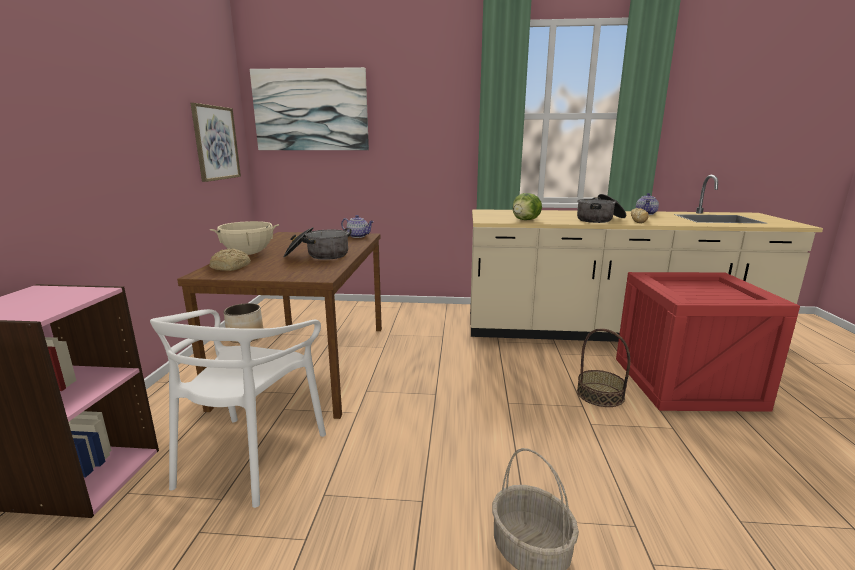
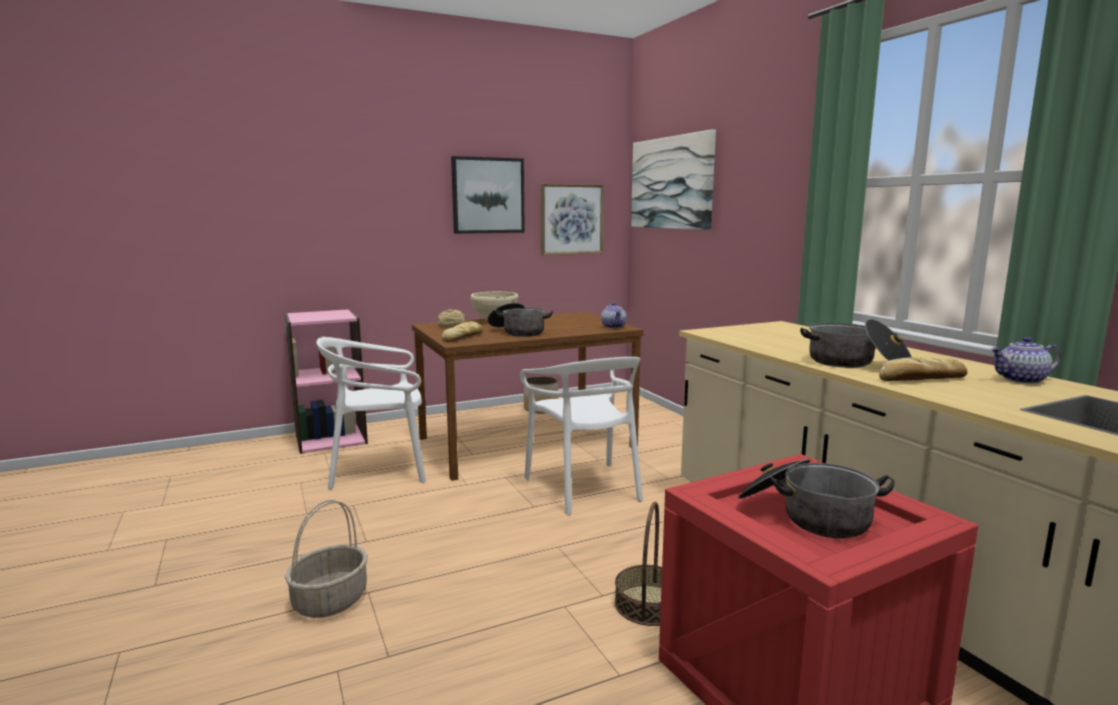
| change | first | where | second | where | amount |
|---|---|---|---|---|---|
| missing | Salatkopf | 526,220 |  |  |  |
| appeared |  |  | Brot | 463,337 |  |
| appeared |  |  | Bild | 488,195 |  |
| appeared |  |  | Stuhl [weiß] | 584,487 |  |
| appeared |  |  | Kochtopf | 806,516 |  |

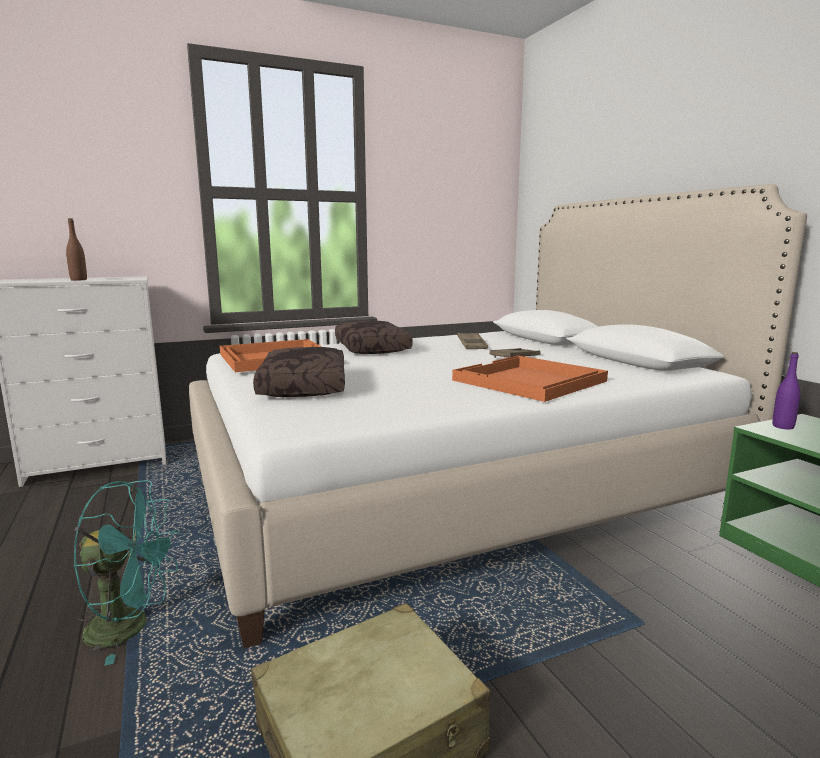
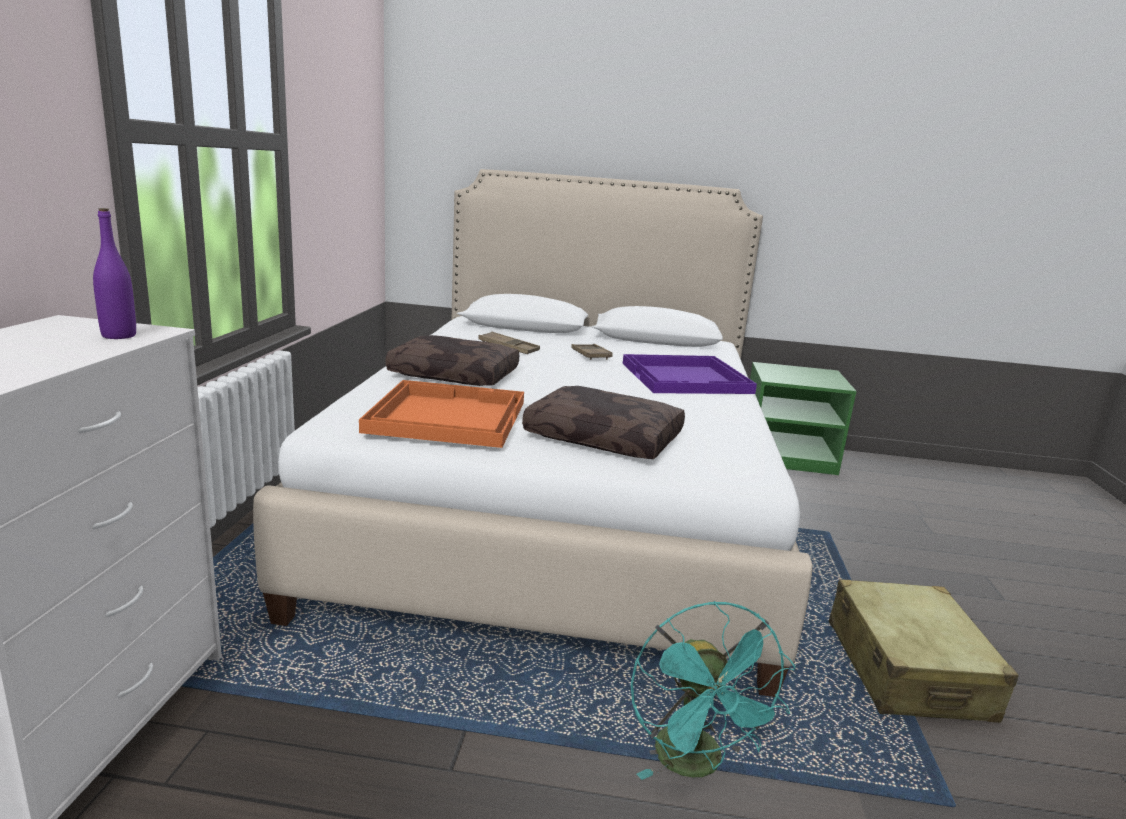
| change | first | where | second | where | amount |
|---|---|---|---|---|---|
| missing | Flasche [braun] | 78,280 |  |  |  |
| relocated | Flasche [lila] | 783,426 |  | 119,336 |  |
| colour | Tablett [orange] | 529,381 | Tablett [lila] | 687,378 |  |
| spun | Ventilator [türkis] | 131,627 |  | 696,765 | 135 degrees clockwise |

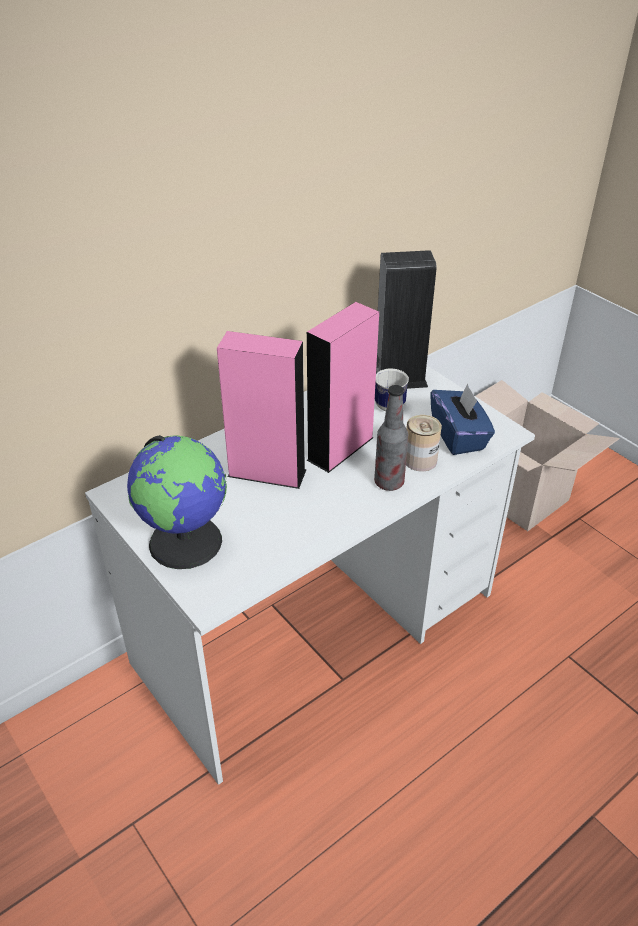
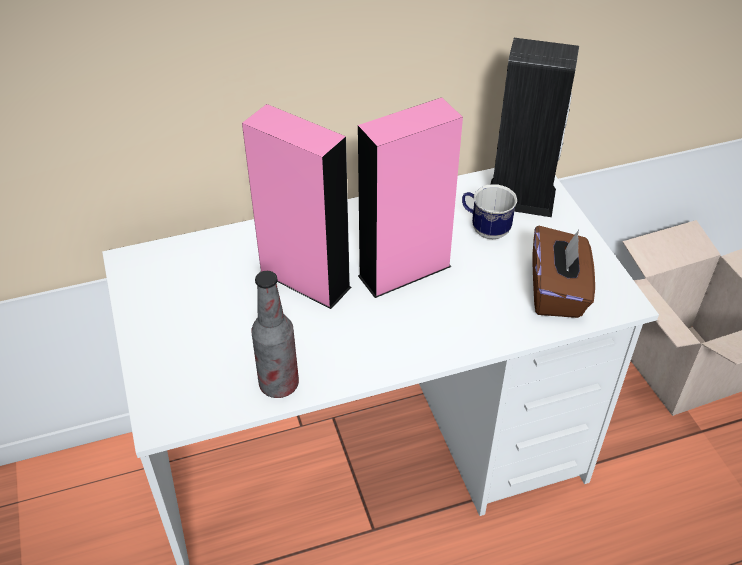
| change | first | where | second | where | amount |
|---|---|---|---|---|---|
| missing | Globus | 186,541 |  |  |  |
| missing | Dose | 420,460 |  |  |  |
| relocated | Flasche | 389,482 |  | 279,384 |  |
| colour | Taschentuchbox [blau] | 459,436 | Taschentuchbox [braun] | 557,291 |  |

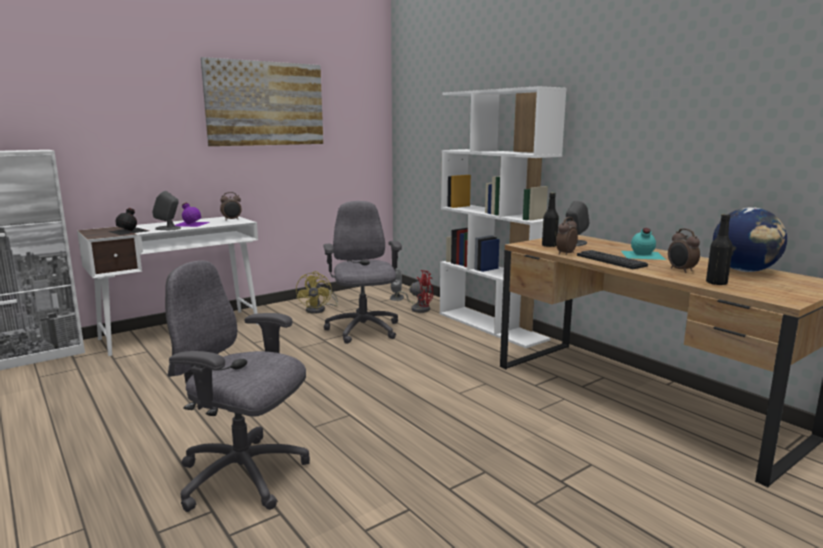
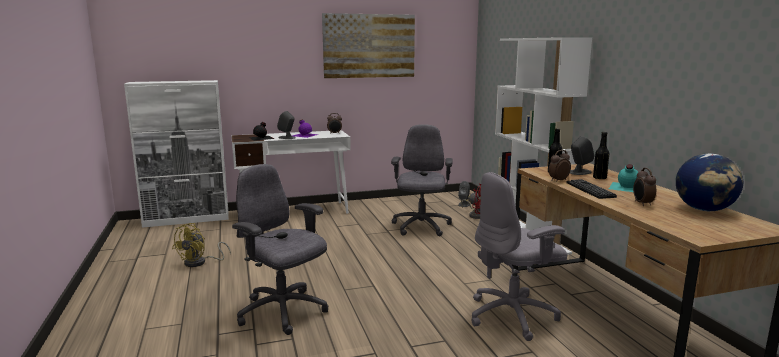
| change | first | where | second | where | amount |
|---|---|---|---|---|---|
| appeared |  |  | Bürostuhl [grau] | 513,316 |  |
| relocated | Ventilator [gelb] | 319,310 |  | 200,262 |  |
| relocated | Flasche [schwarz] | 716,283 |  | 599,178 |  |

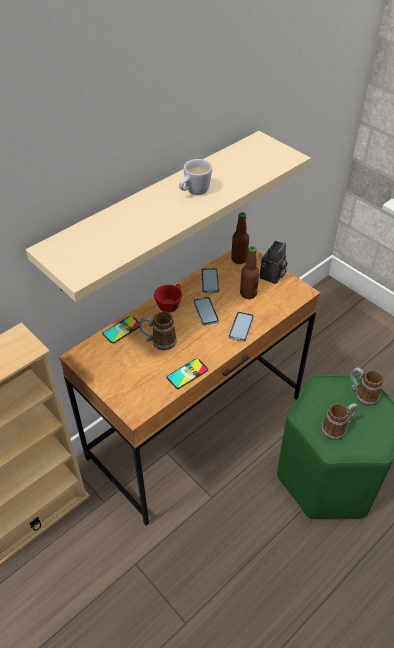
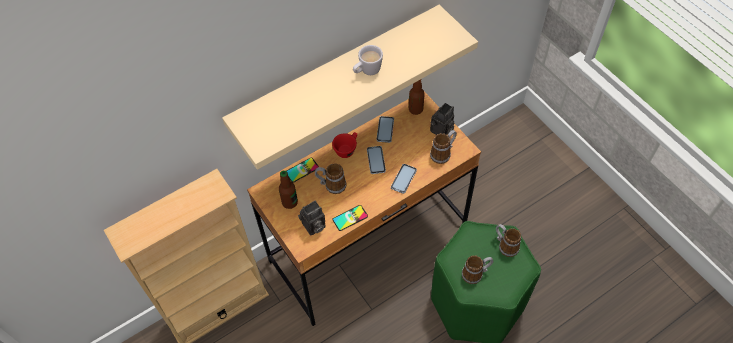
| change | first | where | second | where | amount |
|---|---|---|---|---|---|
| appeared |  |  | Kamera | 313,227 |  |
| appeared |  |  | Henkelbecher | 443,153 |  |
| relocated | Flasche | 248,294 |  | 289,202 |  |

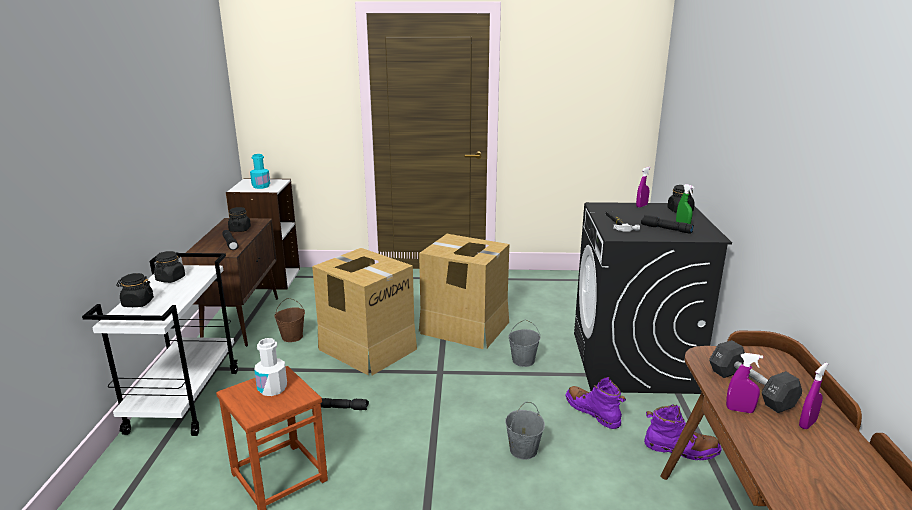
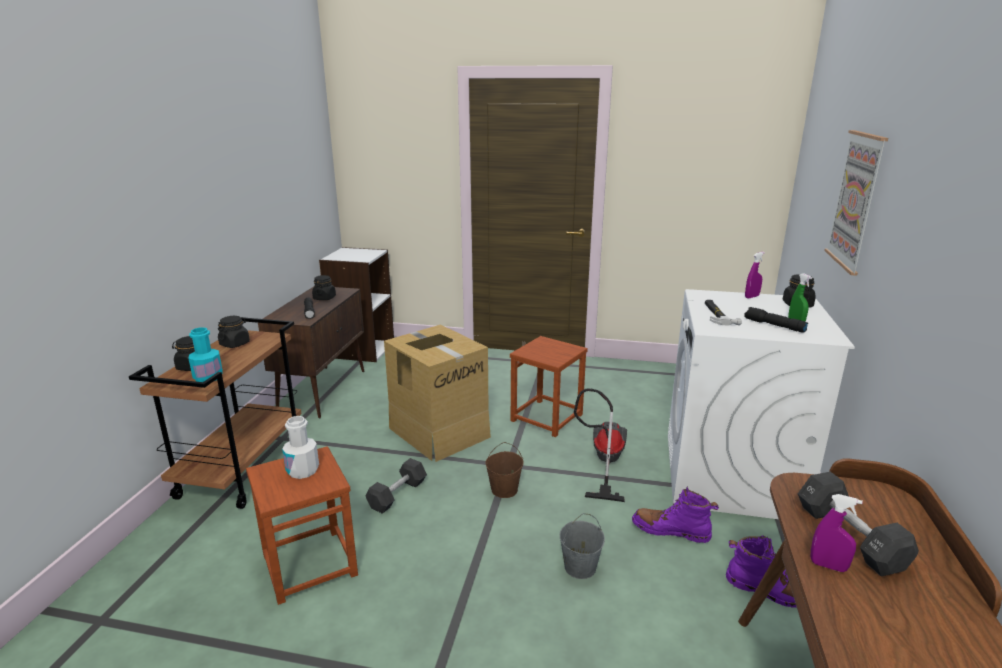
| change | first | where | second | where | amount |
|---|---|---|---|---|---|
| missing | Sprühflasche [lila] | 807,424 |  |  |  |
| appeared |  |  | Bild | 856,200 |  |
| relocated | Flasche [türkis] | 261,186 |  | 208,377 |  |
| relocated | Eimer [braun] | 292,337 |  | 504,489 |  |
| exchanged | Taschenlampe [schwarz] | 344,408 | Hantel [schwarz] | 397,495 |  |
| exchanged | Karton | 464,327 | Hocker [braun] | 547,418 |  |
| exchanged | Eimer [grau] | 523,360 | Staubsauger | 603,461 |  |
| colour | Rollwagen [weiß] | 184,400 | Rollwagen [braun] | 242,469 |  |
| colour | Waschmaschine [schwarz] | 633,362 | Waschmaschine [weiß] | 730,476 |  |
| spun | Stiefel [lila] | 592,412 |  | 671,531 | 45 degrees counterclockwise |

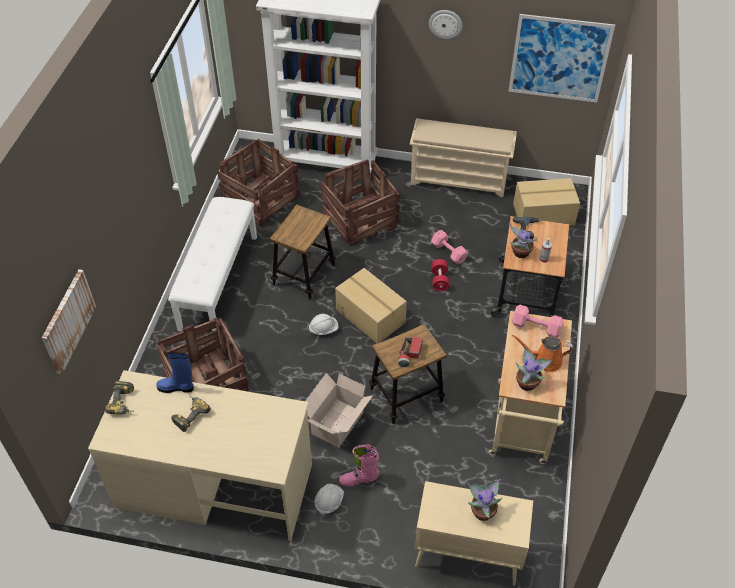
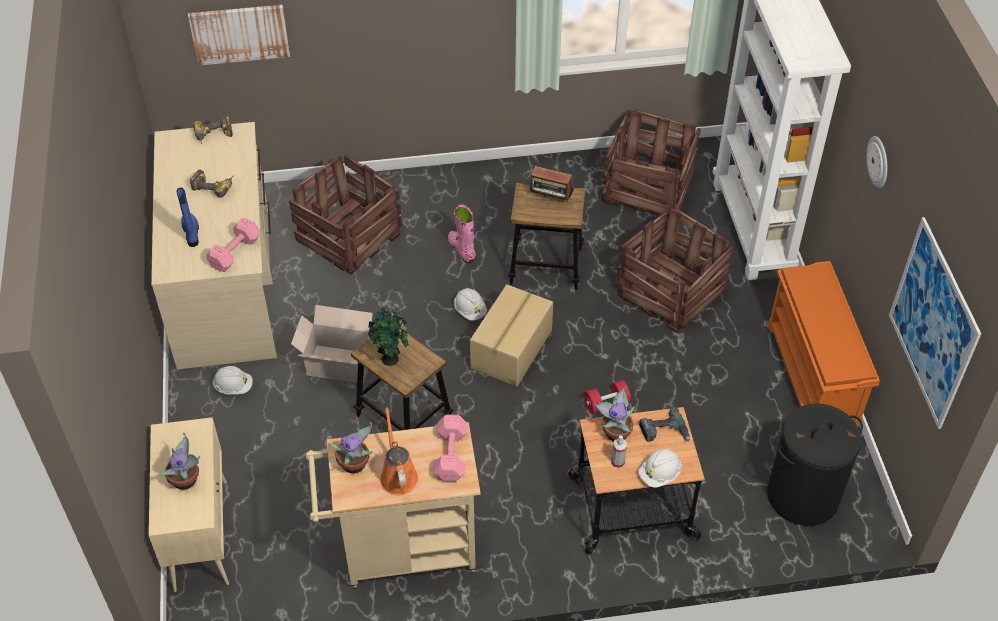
| change | first | where | second | where | amount |
|---|---|---|---|---|---|
| missing | Bank [weiß] | 218,281 |  |  |  |
| appeared |  |  | Radio | 551,200 |  |
| appeared |  |  | Schutzhelm [weiß] | 659,474 |  |
| relocated | Stiefel [blau] | 177,387 |  | 191,233 |  |
| relocated | Stiefel [rosa] | 359,479 |  | 462,250 |  |
| relocated | Hantel [rosa] | 449,253 |  | 234,253 |  |
| exchanged | Taschenlampe | 409,355 | Topfpflanze | 391,360 |  |
| exchanged | Karton | 543,214 | Wäschekorb [schwarz] | 803,495 |  |
| colour | Schuhregal [beige] | 459,179 | Schuhregal [orange] | 812,378 |  |

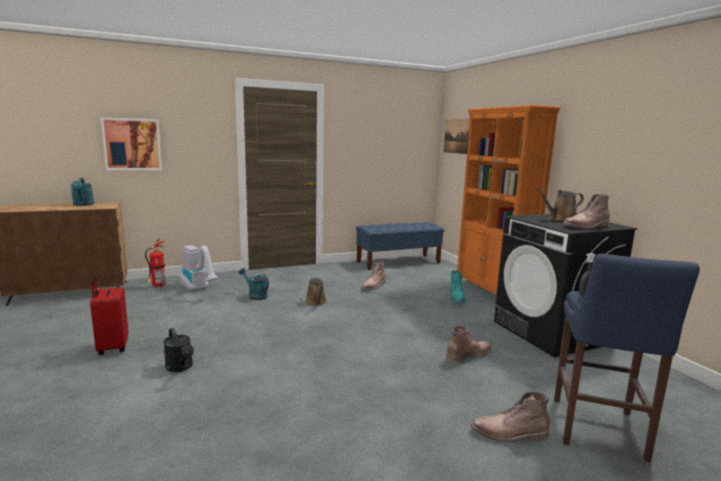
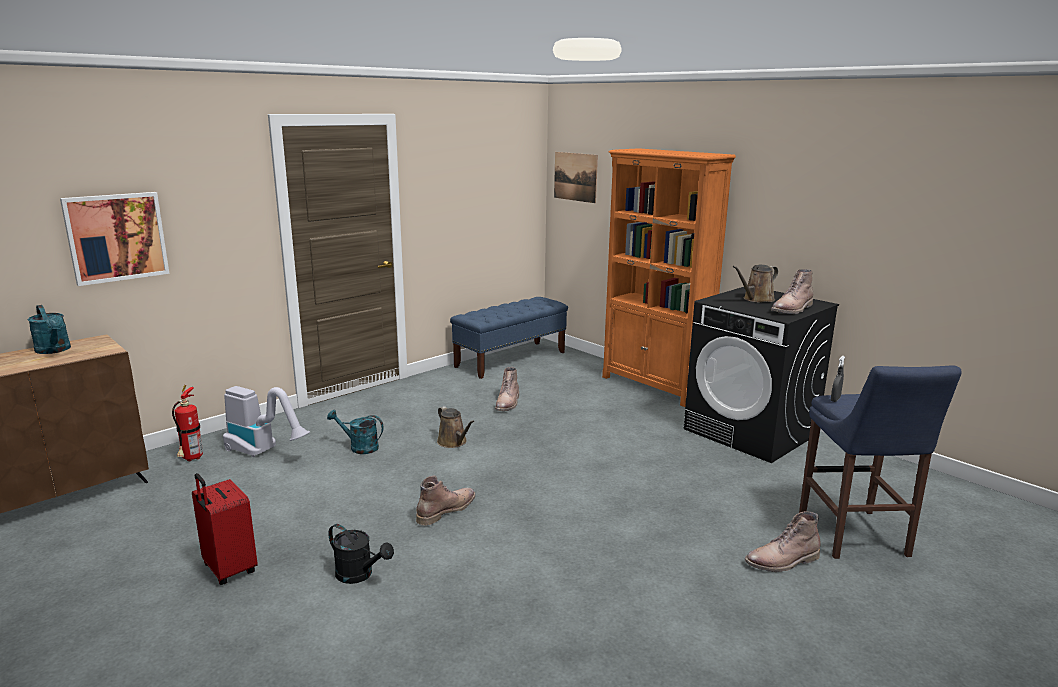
| change | first | where | second | where | amount |
|---|---|---|---|---|---|
| missing | Stiefel [türkis] | 457,298 |  |  |  |
| relocated | Stiefel [braun] | 468,354 |  | 446,510 |  |

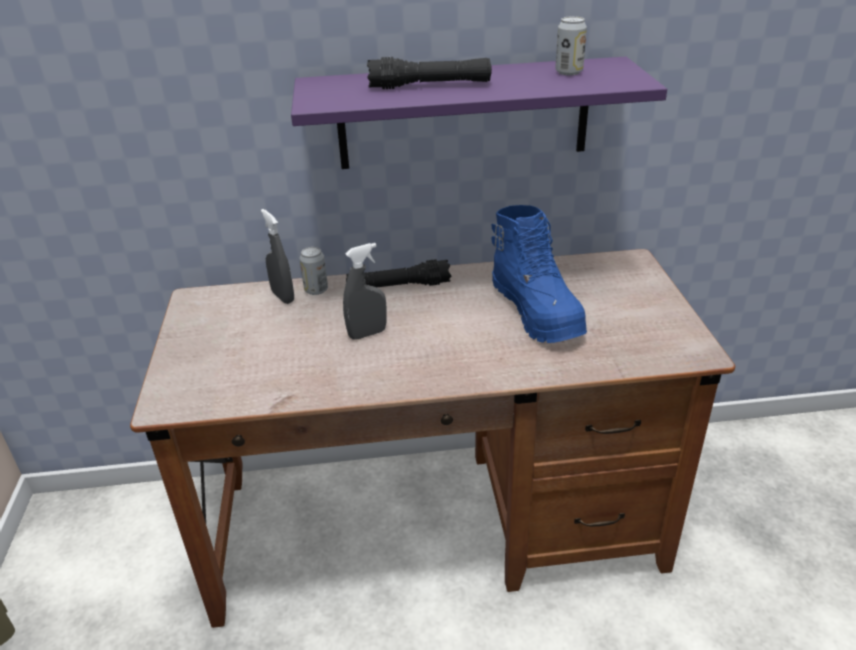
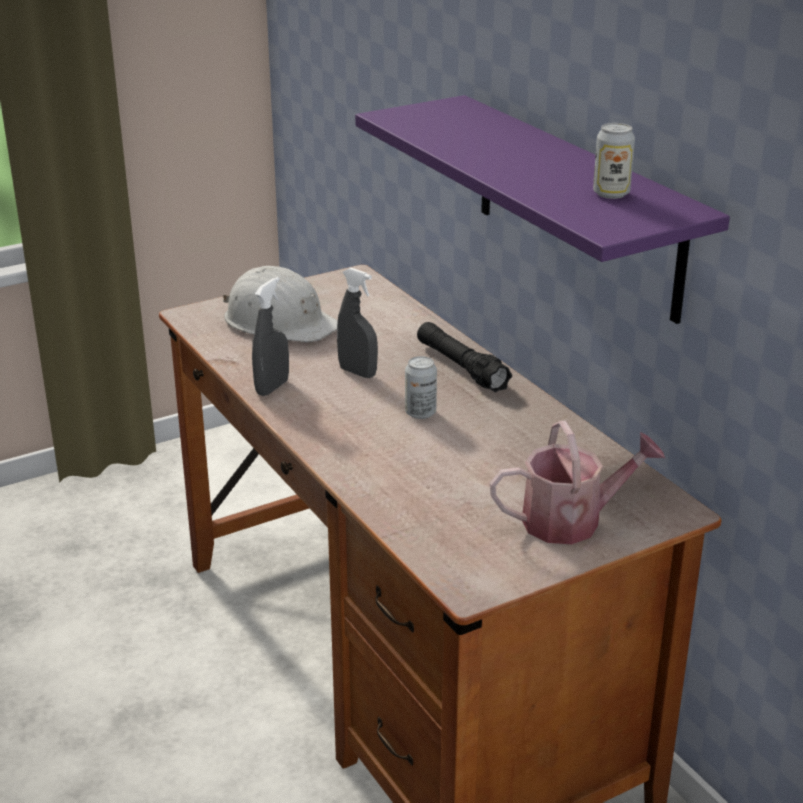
| change | first | where | second | where | amount |
|---|---|---|---|---|---|
| missing | Taschenlampe [schwarz] | 430,85 |  |  |  |
| missing | Stiefel [blau] | 537,312 |  |  |  |
| appeared |  |  | Schutzhelm [weiß] | 280,322 |  |
| appeared |  |  | Gießkanne | 572,520 |  |
| relocated | Sprühflasche [grau] | 283,296 |  | 272,387 |  |
| relocated | Dose | 316,290 |  | 420,413 |  |

